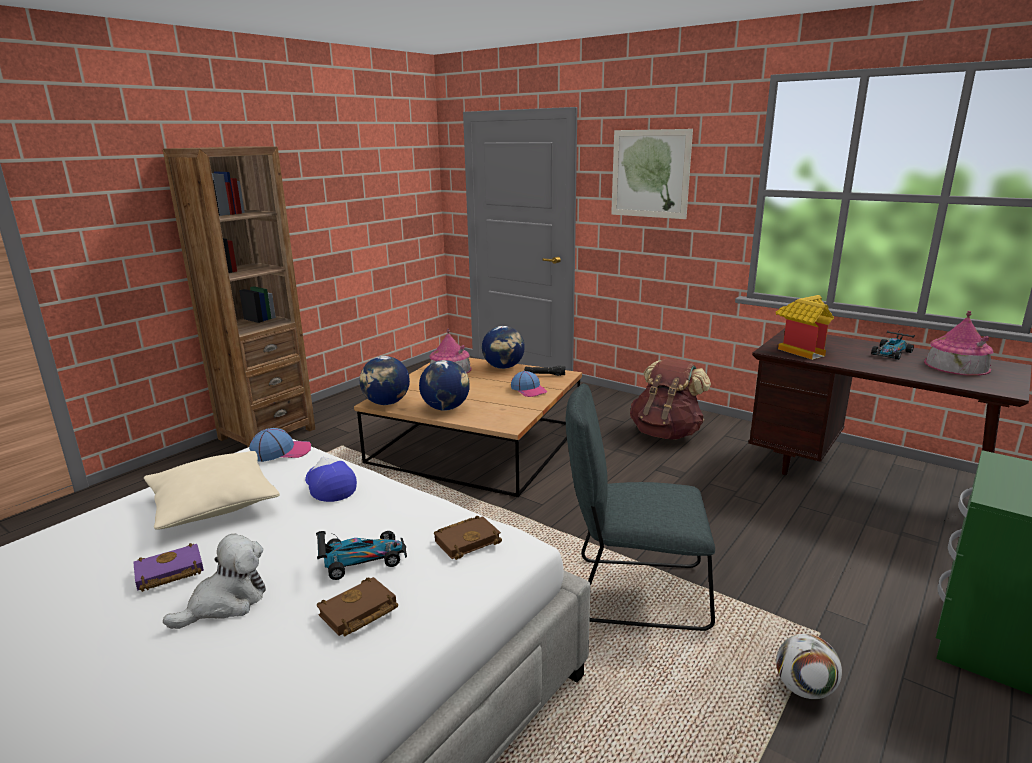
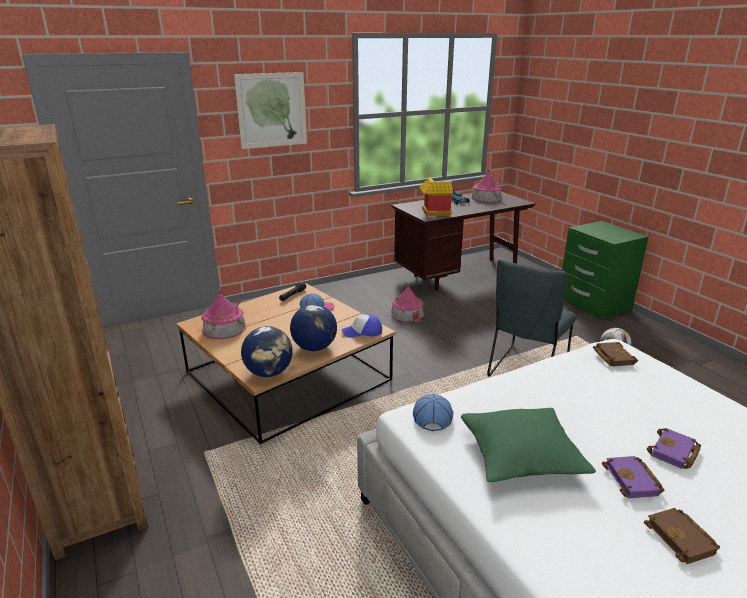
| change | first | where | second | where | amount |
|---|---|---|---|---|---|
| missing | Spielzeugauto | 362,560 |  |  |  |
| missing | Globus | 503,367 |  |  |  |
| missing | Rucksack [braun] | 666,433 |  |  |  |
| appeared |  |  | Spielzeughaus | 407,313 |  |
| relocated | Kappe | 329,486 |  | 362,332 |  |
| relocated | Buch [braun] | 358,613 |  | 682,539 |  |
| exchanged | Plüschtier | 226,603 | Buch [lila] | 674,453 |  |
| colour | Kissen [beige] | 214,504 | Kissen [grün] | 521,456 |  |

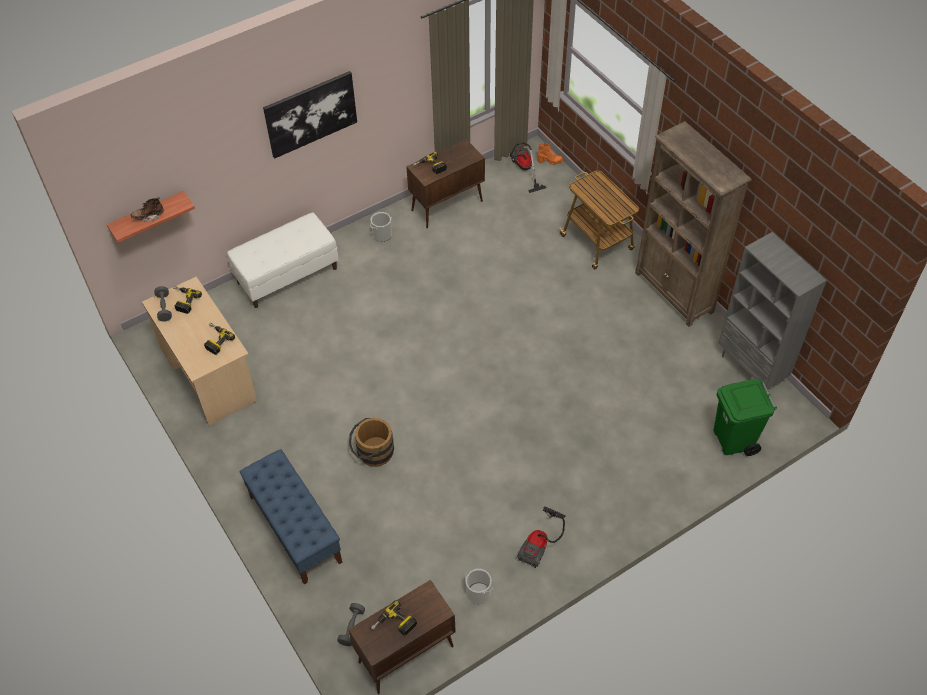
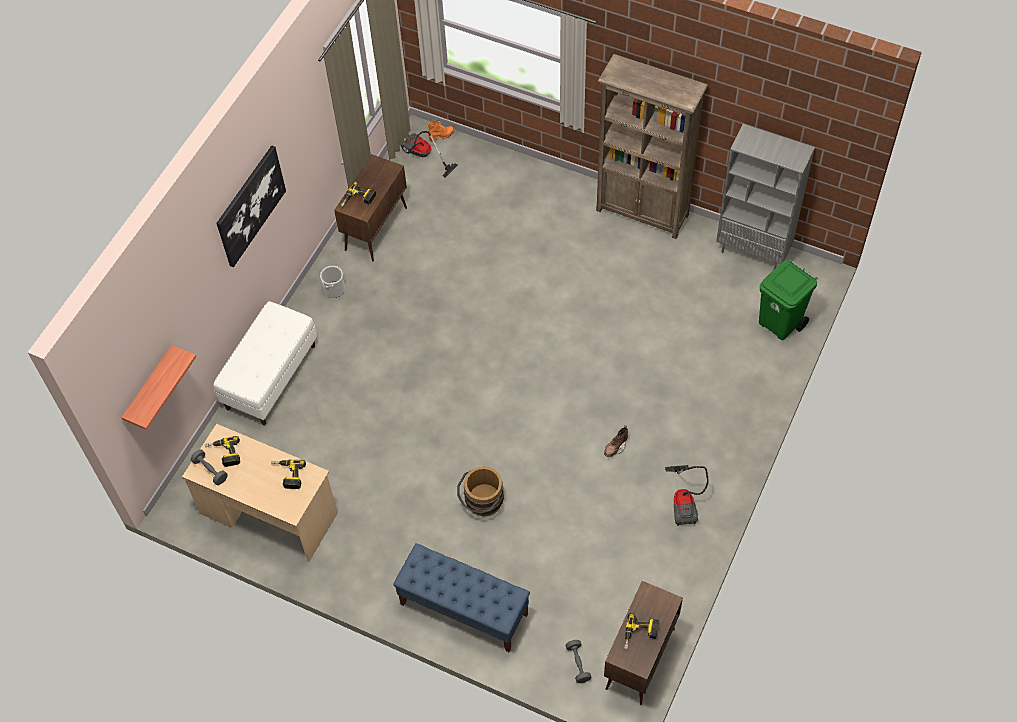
| change | first | where | second | where | amount |
|---|---|---|---|---|---|
| missing | Eimer | 478,593 |  |  |  |
| missing | Rollwagen | 597,243 |  |  |  |
| relocated | Stiefel [braun] | 148,216 |  | 615,447 |  |

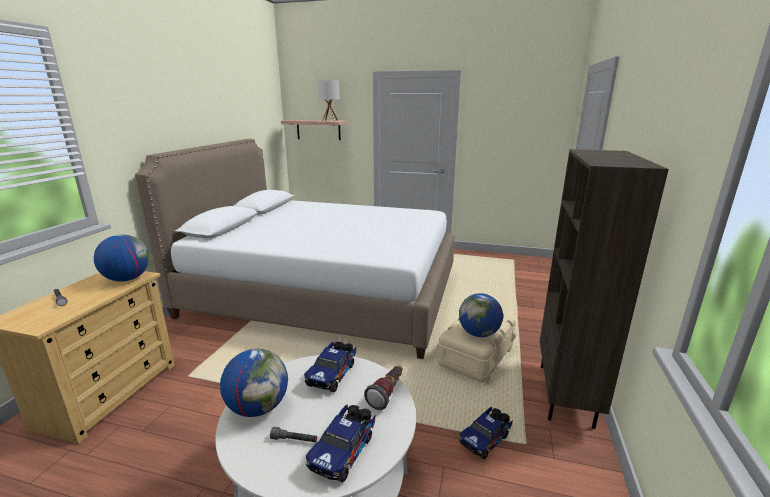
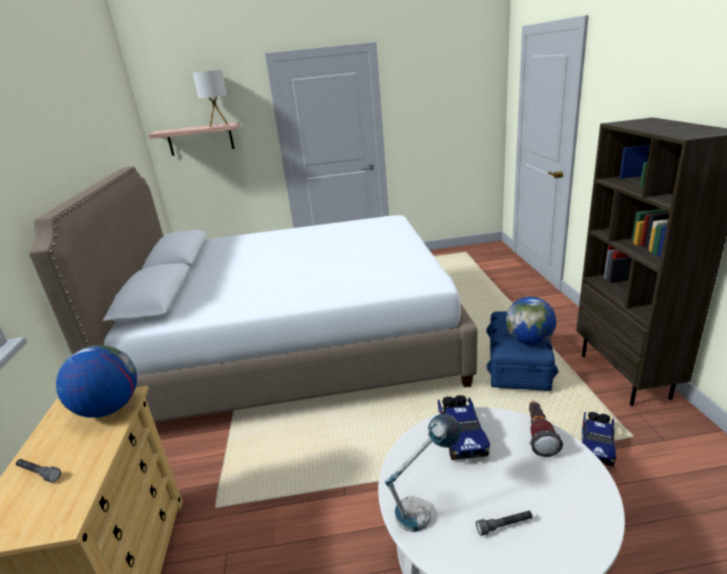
| change | first | where | second | where | amount |
|---|---|---|---|---|---|
| missing | Spielzeuglaster | 344,450 |  |  |  |
| exchanged | Globus | 258,407 | Tischlampe | 425,507 |  |
| colour | Aufbewahrungsbox [beige] | 475,356 | Aufbewahrungsbox [blau] | 517,366 |  |

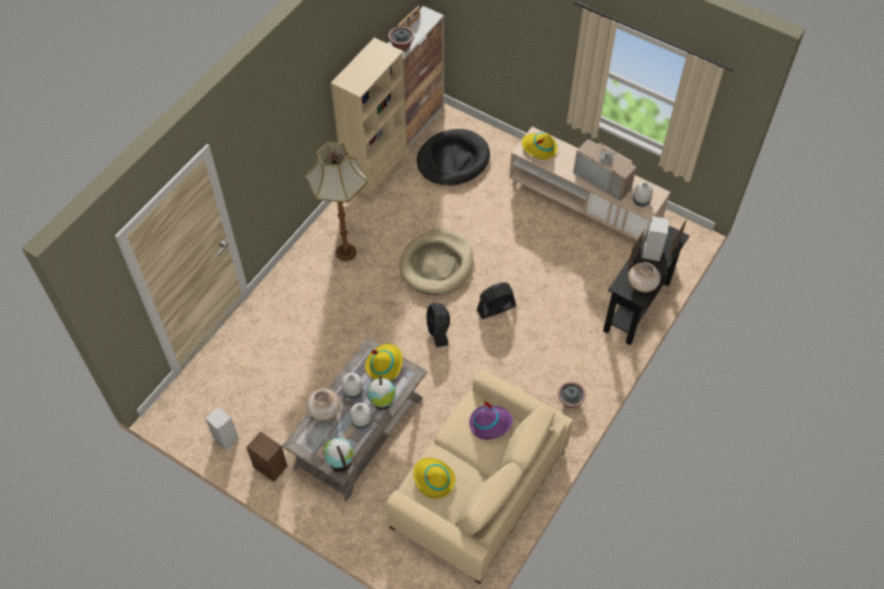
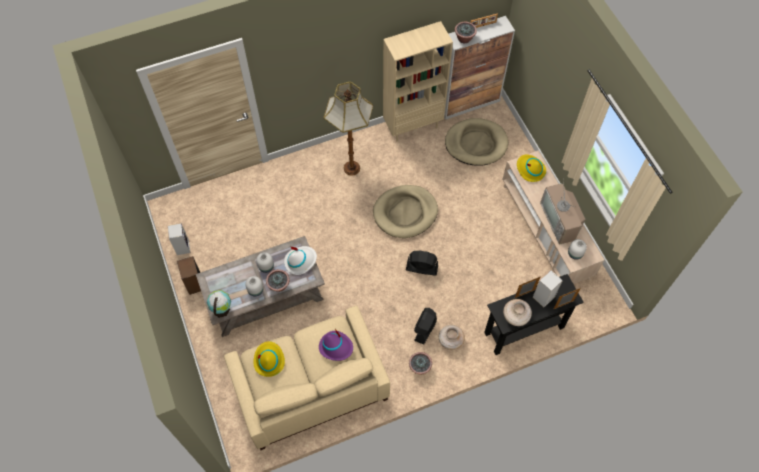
| change | first | where | second | where | amount |
|---|---|---|---|---|---|
| relocated | Vase [beige] | 324,411 |  | 450,341 |  |
| relocated | Ventilator [schwarz] | 438,331 |  | 425,329 |  |
| exchanged | Globus | 382,402 | Topfpflanze | 279,286 |  |
| colour | Hut [gelb] | 384,364 | Hut [weiß] | 300,261 |  |
| colour | Hundebett [schwarz] | 453,160 | Hundebett [beige] | 476,143 |  |

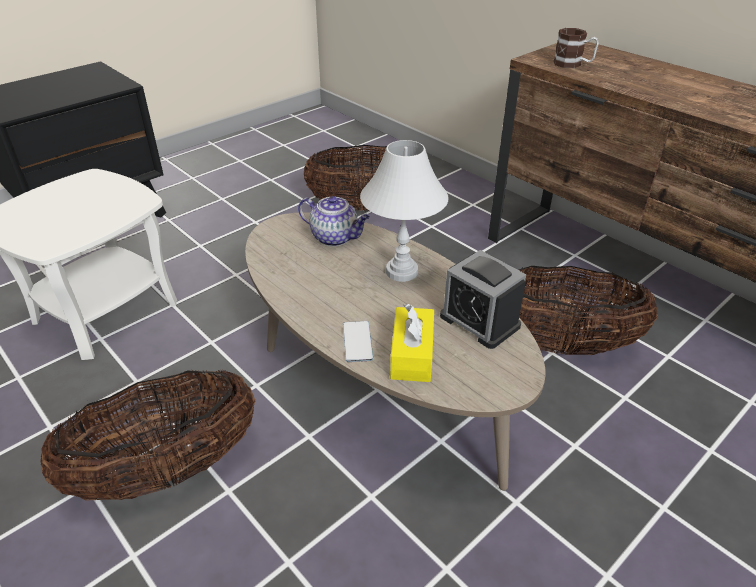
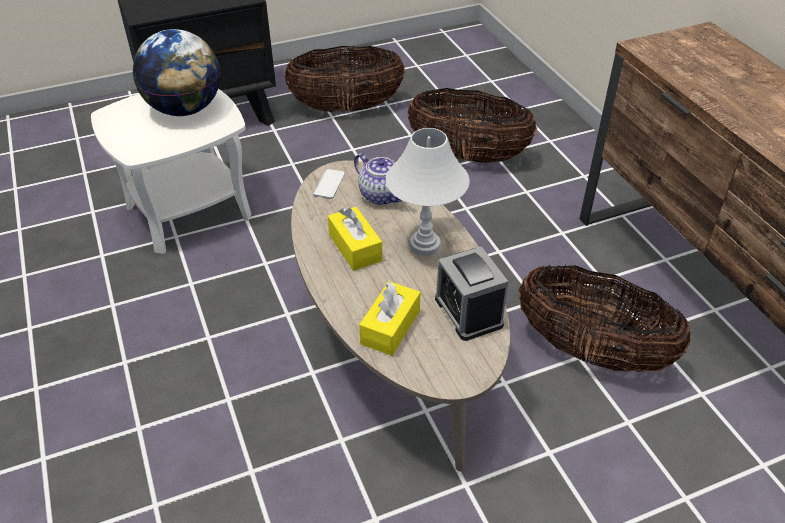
| change | first | where | second | where | amount |
|---|---|---|---|---|---|
| missing | Henkelbecher | 573,64 |  |  |  |
| appeared |  |  | Globus | 184,109 |  |
| appeared |  |  | Taschentuchbox [gelb] | 355,247 |  |
| relocated | Korb | 167,471 |  | 346,107 |  |
| relocated | Handy | 357,341 |  | 329,184 |  |

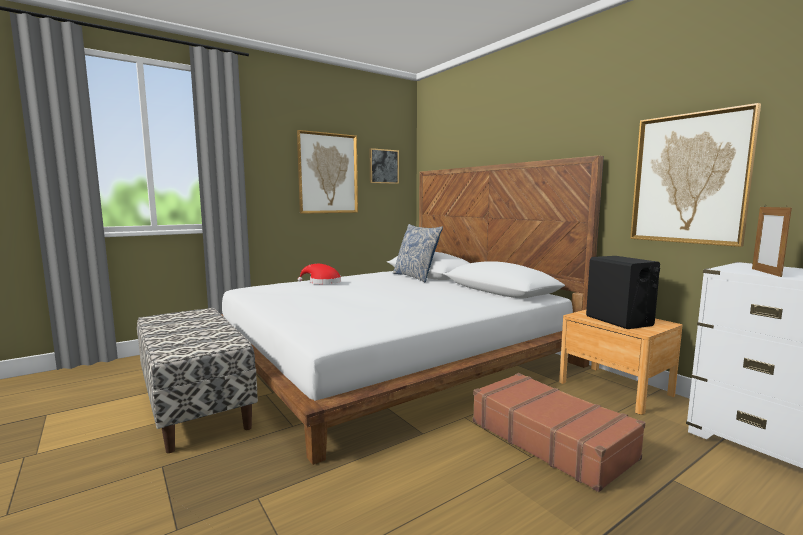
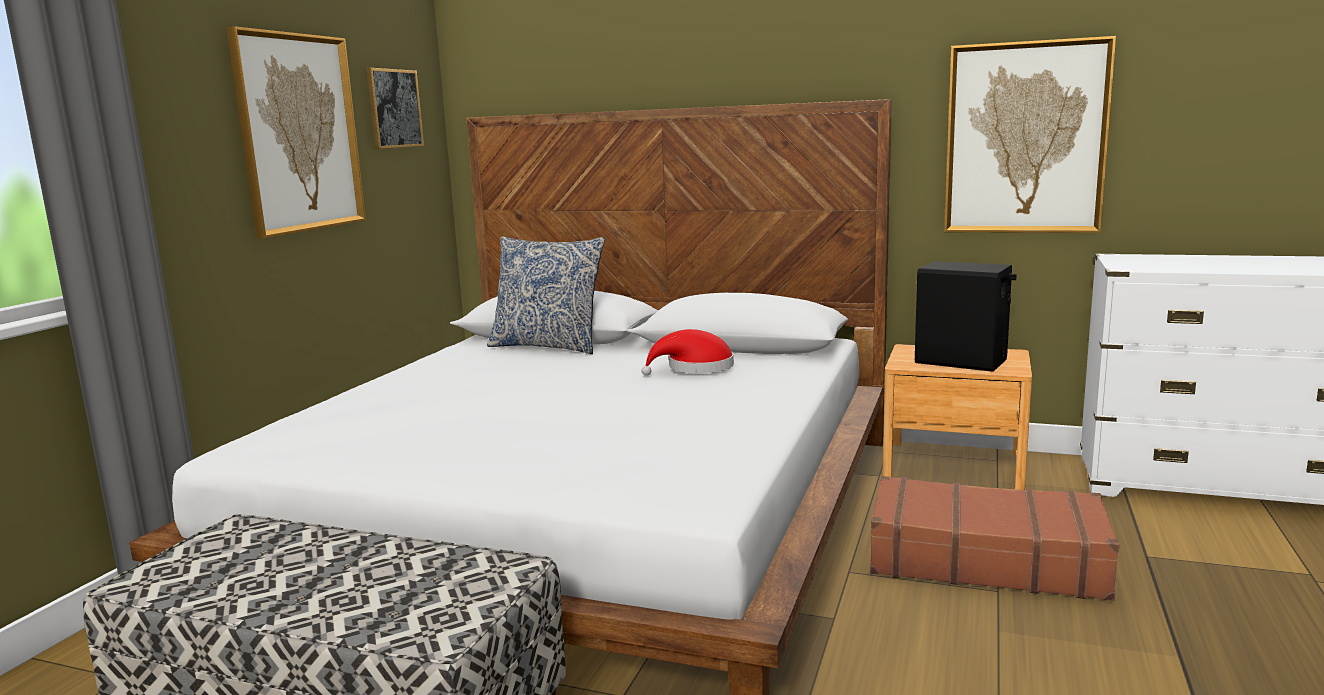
| change | first | where | second | where | amount |
|---|---|---|---|---|---|
| missing | Bilderrahmen | 766,272 |  |  |  |
| relocated | Hut [rot] | 322,282 |  | 695,368 |  |

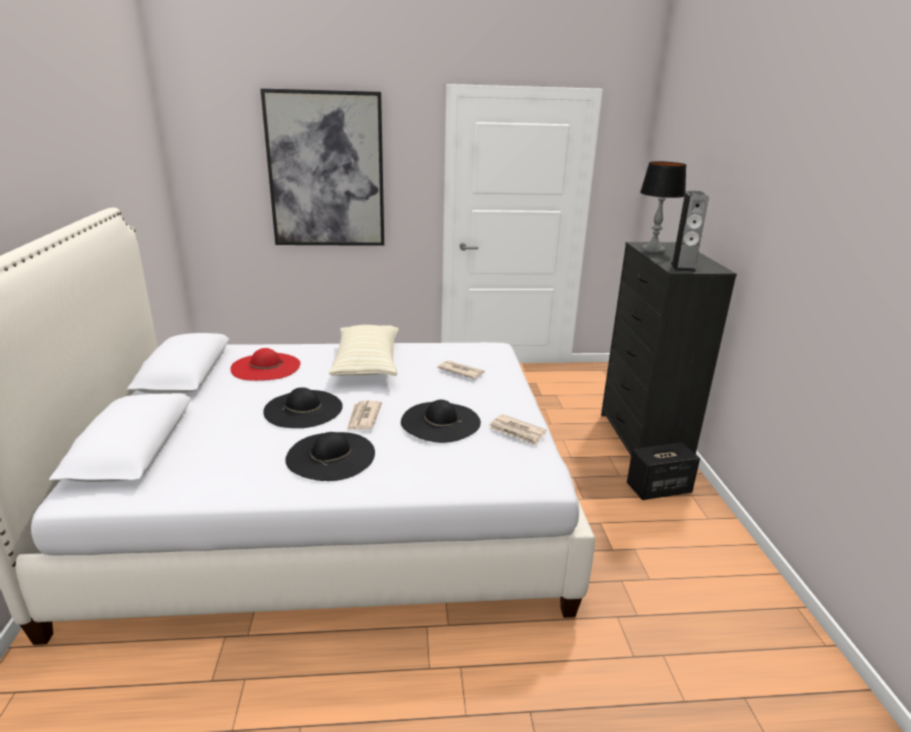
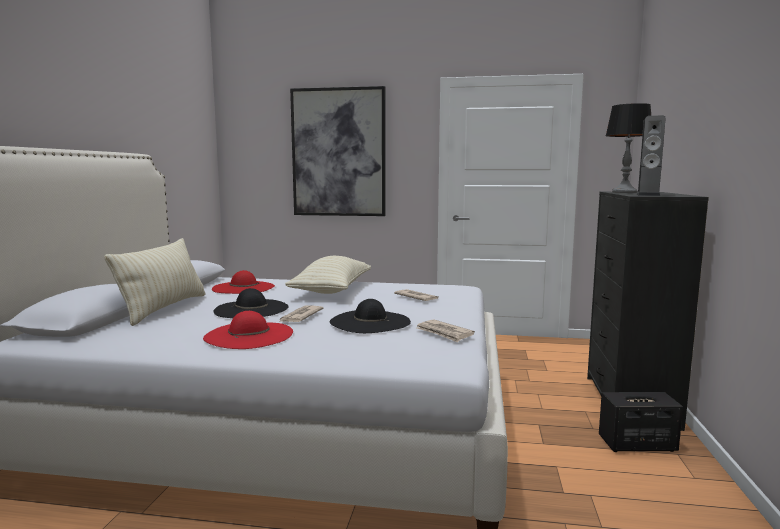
| change | first | where | second | where | amount |
|---|---|---|---|---|---|
| appeared |  |  | Kissen [beige] | 164,308 |  |
| colour | Hut [schwarz] | 331,456 | Hut [rot] | 249,335 |  |

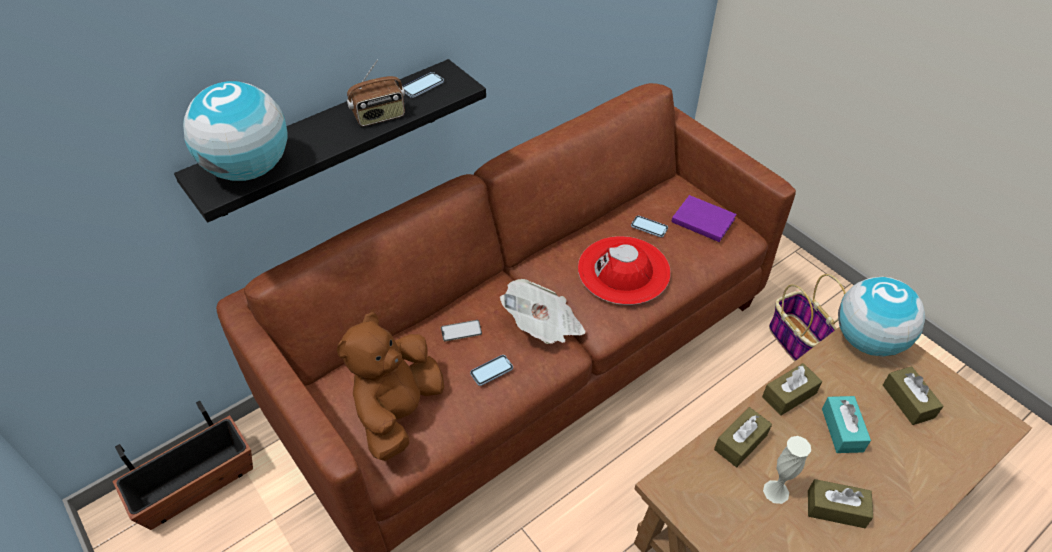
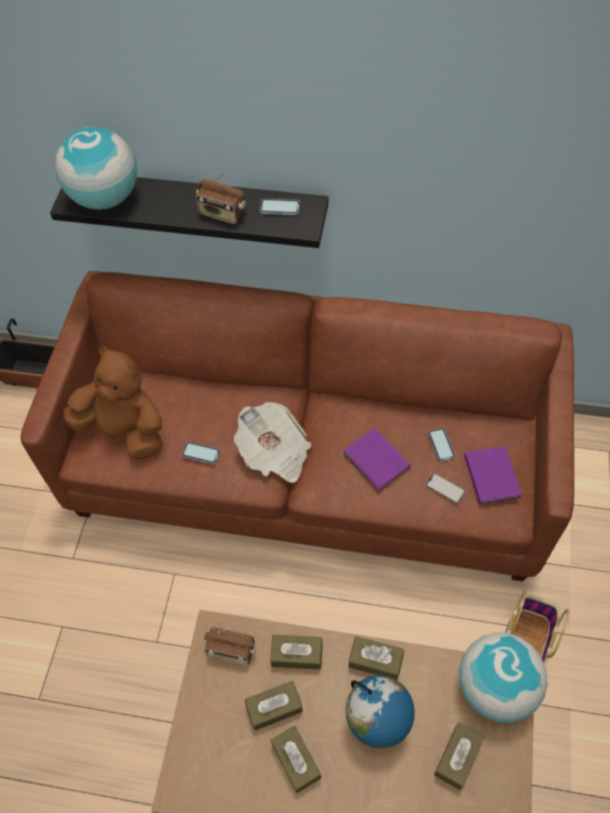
| change | first | where | second | where | amount |
|---|---|---|---|---|---|
| appeared |  |  | Radio | 231,651 |  |
| relocated | Handy | 461,330 |  | 445,488 |  |
| exchanged | Hut [rot] | 624,270 | Buch [lila] | 376,462 |  |
| exchanged | Vase [weiß] | 776,491 | Taschentuchbox [braun] | 274,708 |  |
| exchanged | Taschentuchbox [türkis] | 842,430 | Globus | 377,722 |  |
| spun | Plüschtier [braun] | 398,412 |  | 125,430 | 45 degrees clockwise |

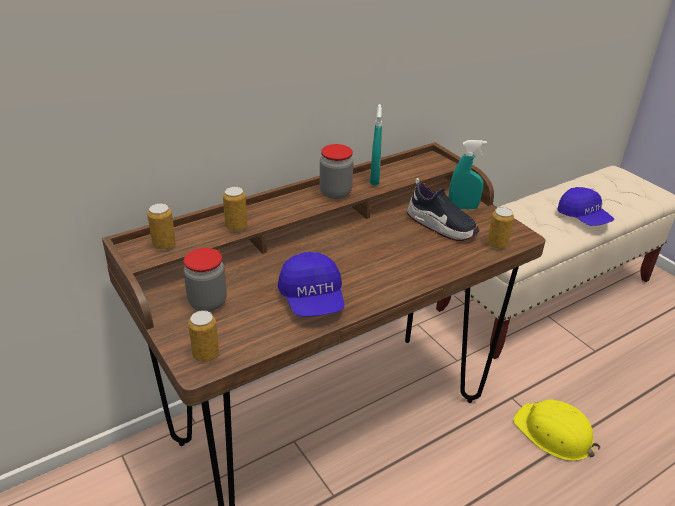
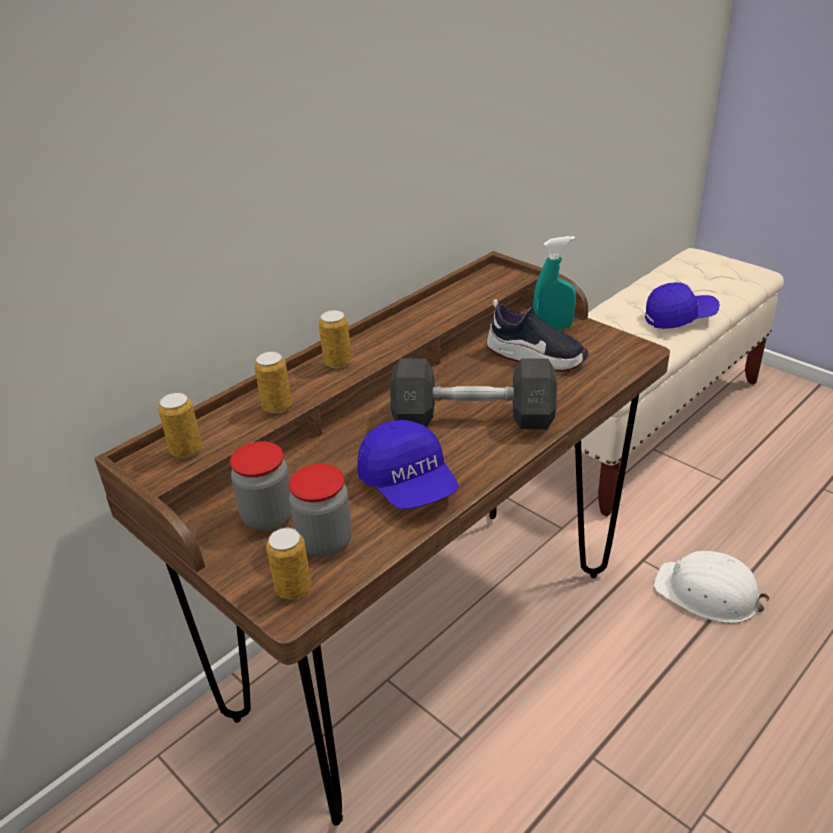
| change | first | where | second | where | amount |
|---|---|---|---|---|---|
| missing | Sprühflasche [türkis] | 374,179 |  |  |  |
| appeared |  |  | Hantel [grau] | 473,418 |  |
| relocated | Vorratsglas | 335,192 |  | 325,542 |  |
| relocated | Dose | 497,244 |  | 337,362 |  |
| colour | Schutzhelm [gelb] | 554,434 | Schutzhelm [weiß] | 707,593 |  |
| spun | Kappe [blau] | 583,218 |  | 679,317 | 60 degrees counterclockwise |

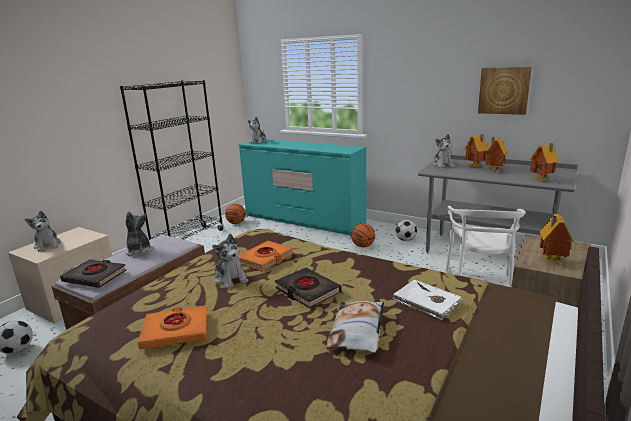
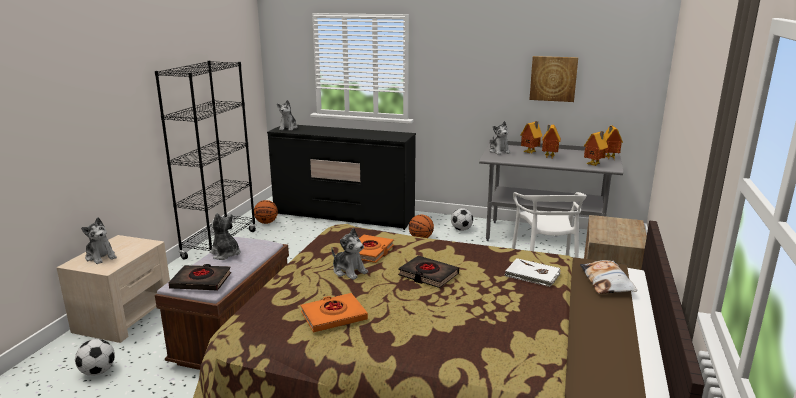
| change | first | where | second | where | amount |
|---|---|---|---|---|---|
| relocated | Kissen | 358,331 |  | 606,282 |  |
| relocated | Spielzeughaus | 550,261 |  | 608,158 |  |
| colour | Kommode [türkis] | 304,221 | Kommode [schwarz] | 344,216 |  |

